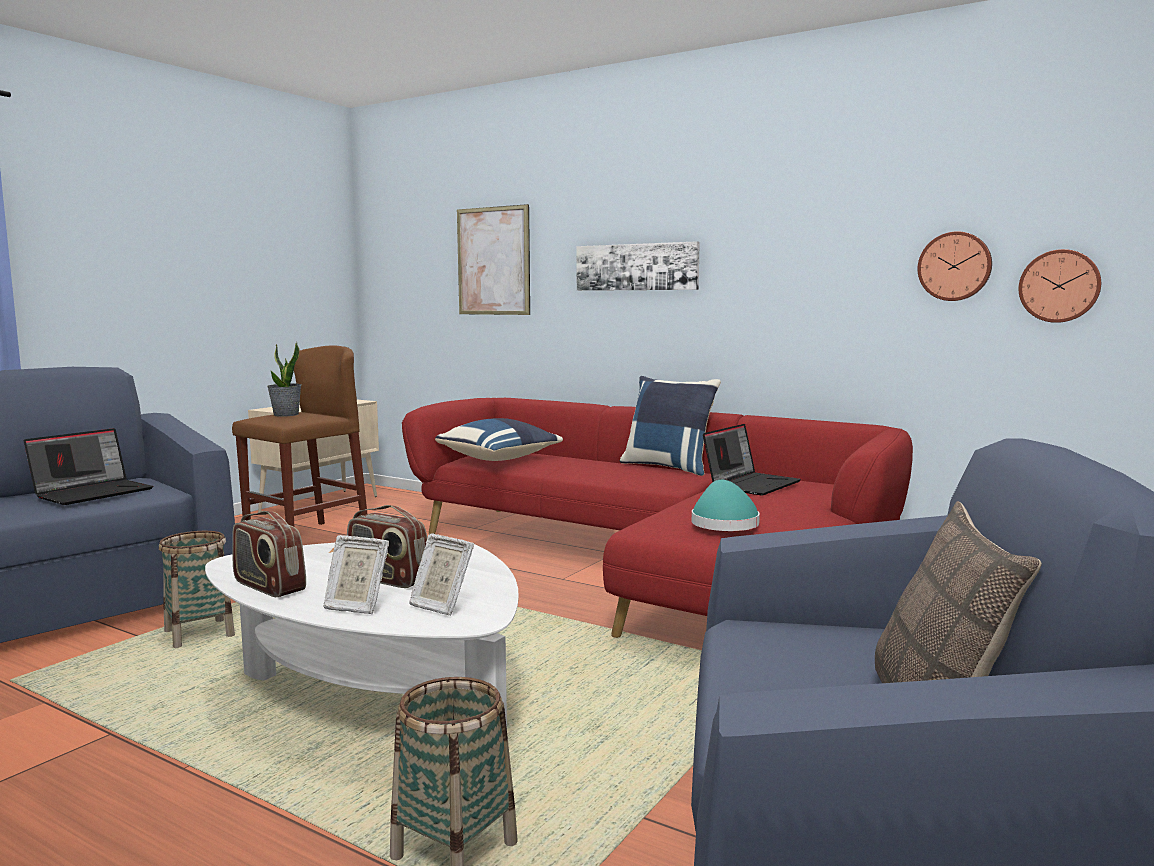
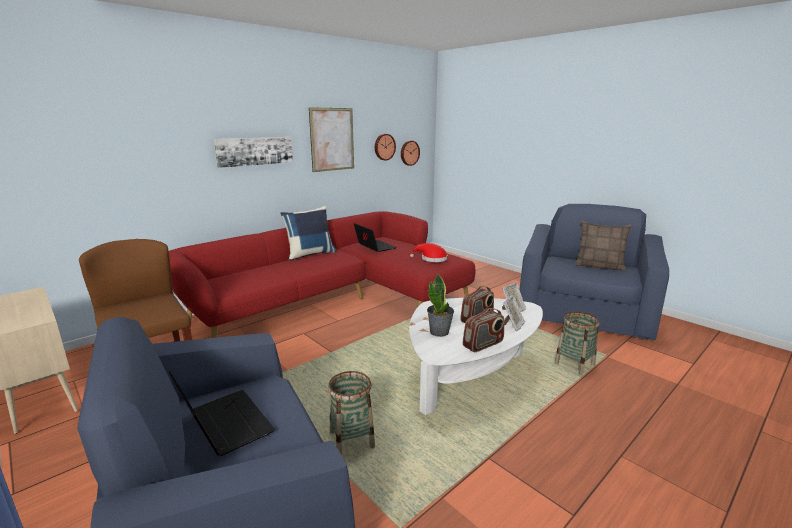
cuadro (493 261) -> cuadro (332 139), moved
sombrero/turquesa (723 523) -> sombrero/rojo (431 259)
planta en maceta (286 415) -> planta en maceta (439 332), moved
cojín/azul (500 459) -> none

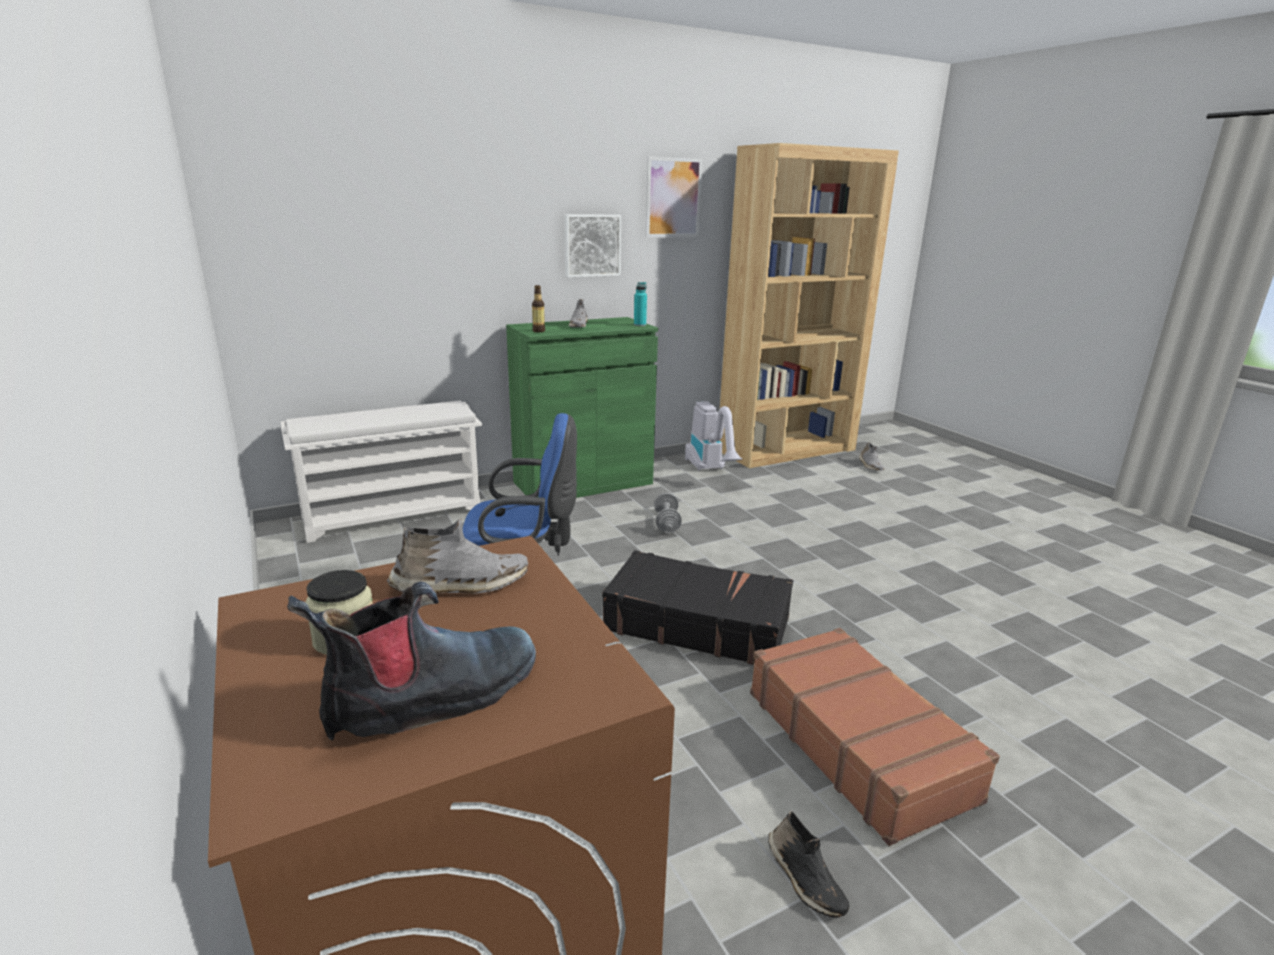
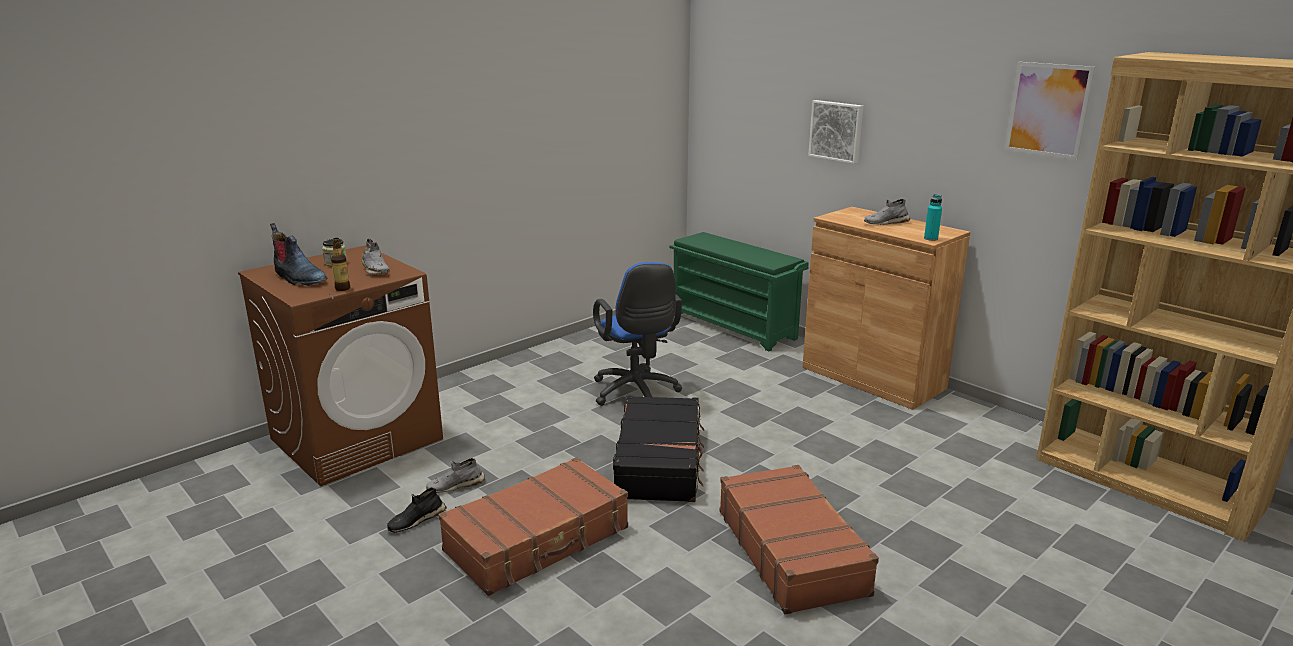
botella (538 331) -> botella (343 288), moved
zapato/gris (870 466) -> zapato/gris (455 486), moved
zapatero/blanco (394 514) -> zapatero/verde (734 326)
none -> maleta/marrón (792 551)
armario/verde (583 483) -> armario/marrón (872 378)
cuadro (591 245) -> cuadro (837 131), moved
mancuerna/gris (666 523) -> none
aspiradora (711 470) -> none

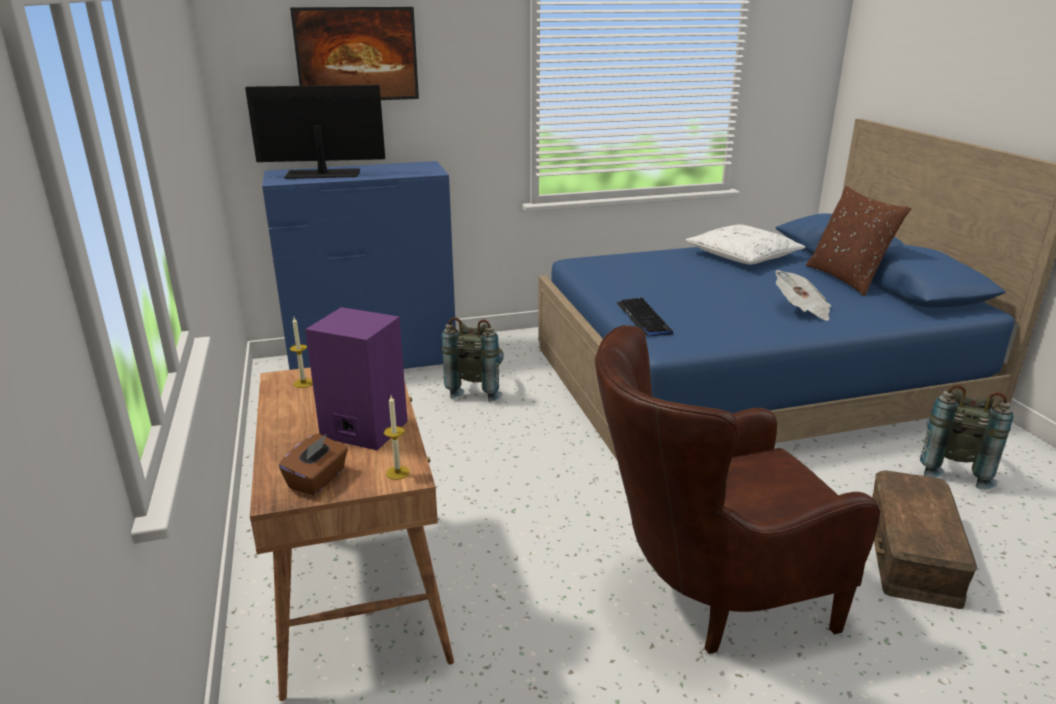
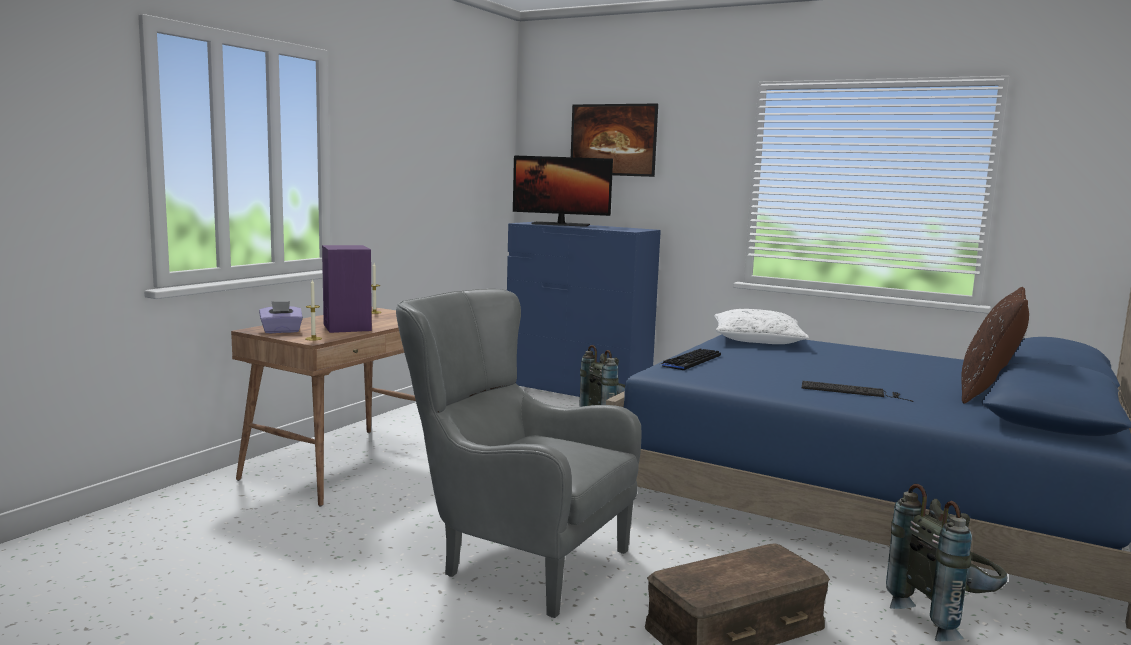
caja de pañuelos/marrón (317 480) -> caja de pañuelos/morado (281 331)
sillón/marrón (708 596) -> sillón/gris (512 558)
monitor (323 174) -> monitor (560 224), 150 degrees clockwise
cojín/blanco (742 256) -> cojín/blanco (757 339), moved
periódico (801 310) -> teclado (853 391)

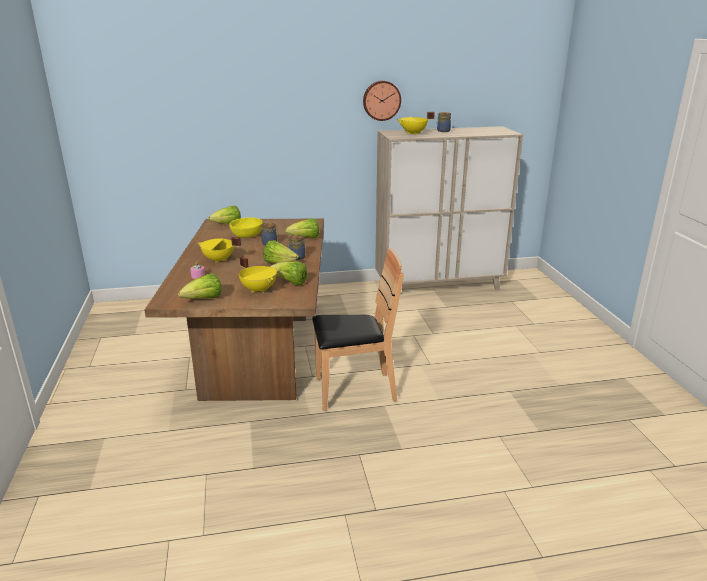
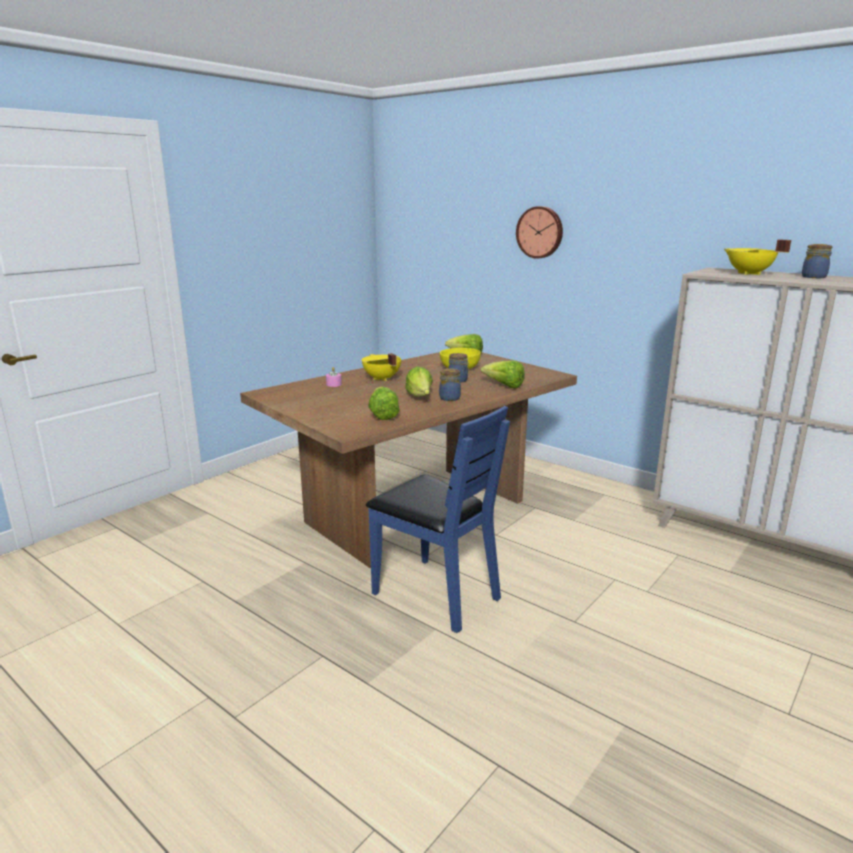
silla/marrón (354 390) -> silla/azul (436 594)
reloj de pared (381 100) -> reloj de pared (540 232), moved
lechuga (204 299) -> none
olla/amarillo (259 289) -> none

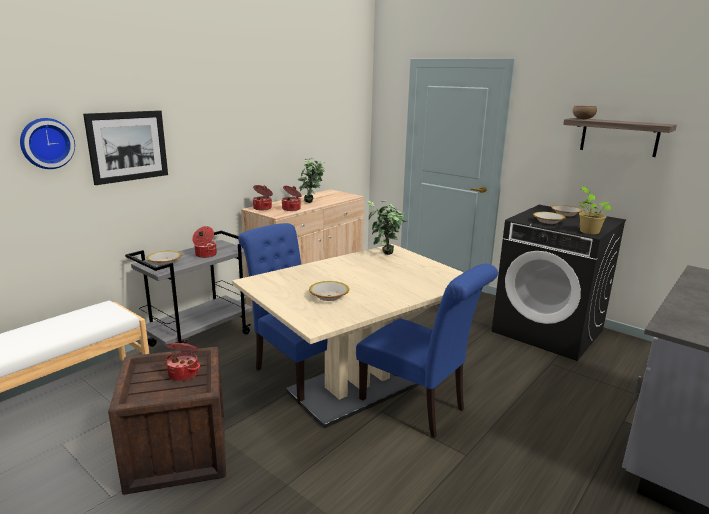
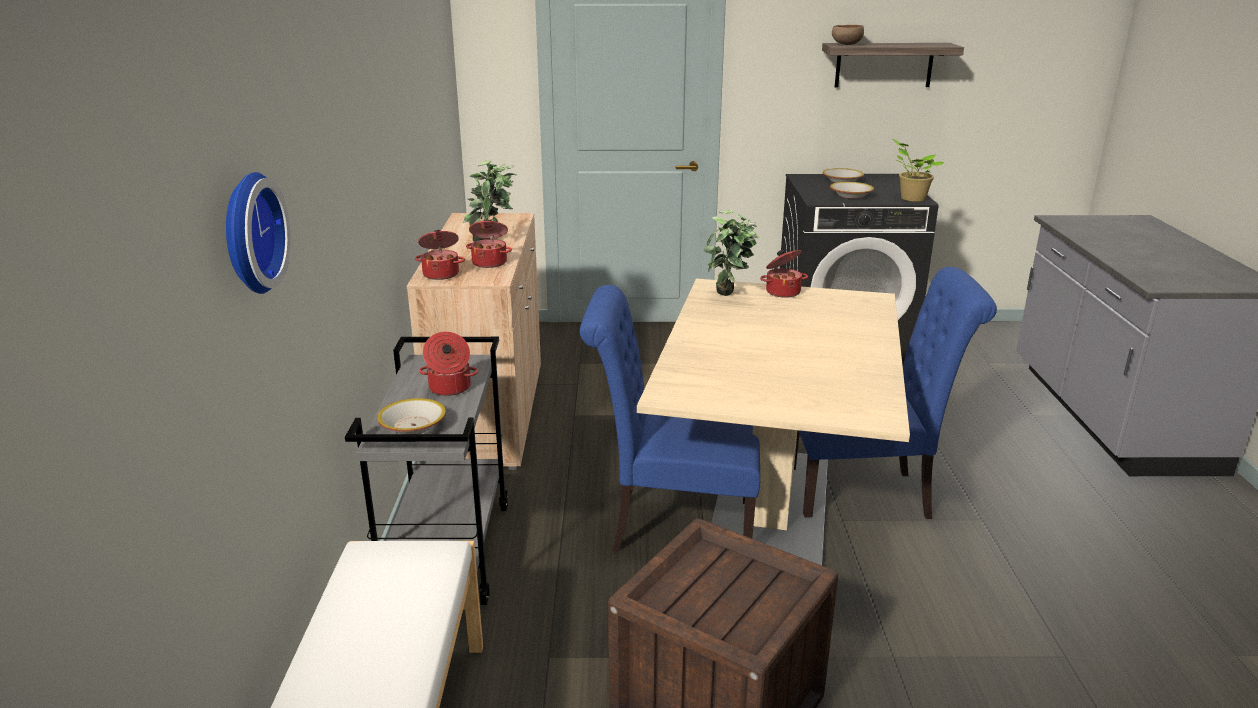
olla (184 373) -> olla (782 291), moved
cuadro (128 146) -> none
cuenco (329 296) -> none

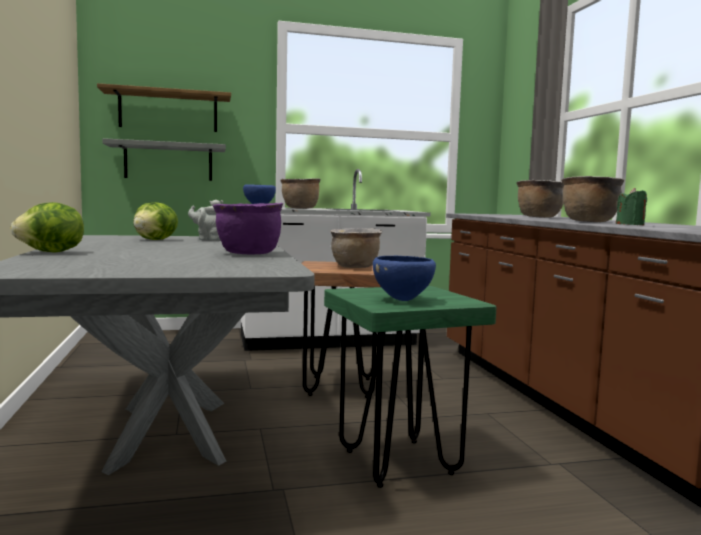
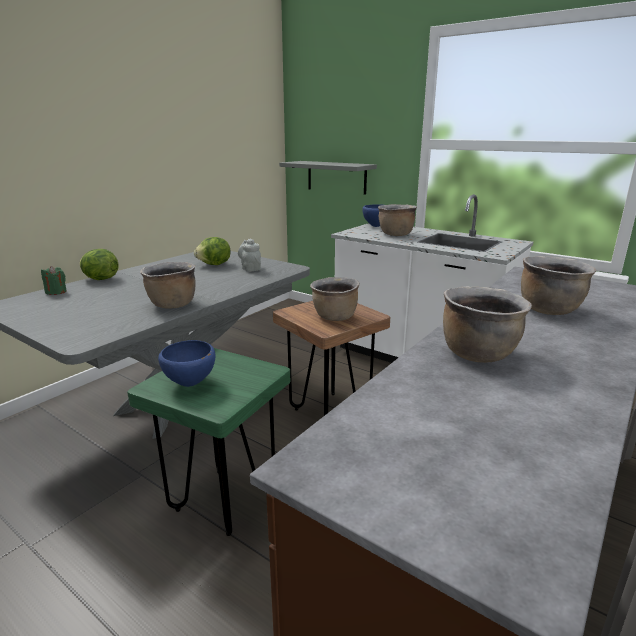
vela/verde (630 225) -> vela/verde (56 292), moved
olla/morado (248 254) -> olla/marrón (172 304)
estante (168 112) -> none

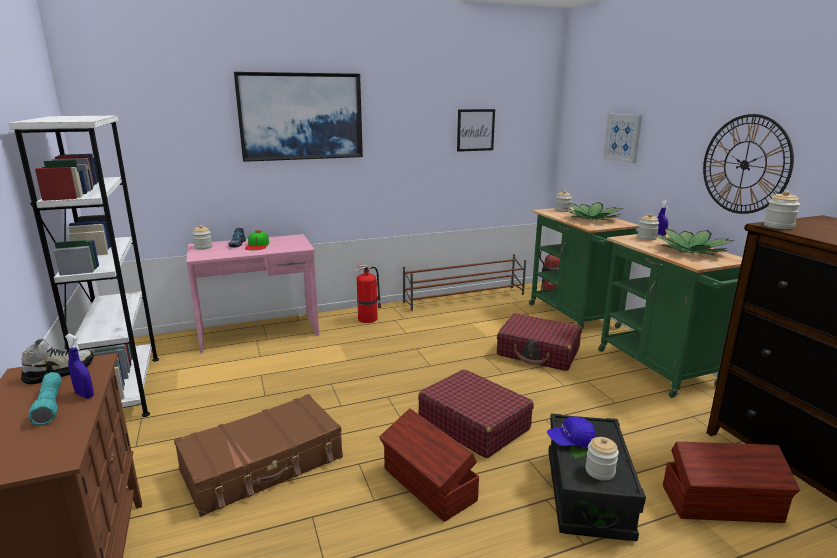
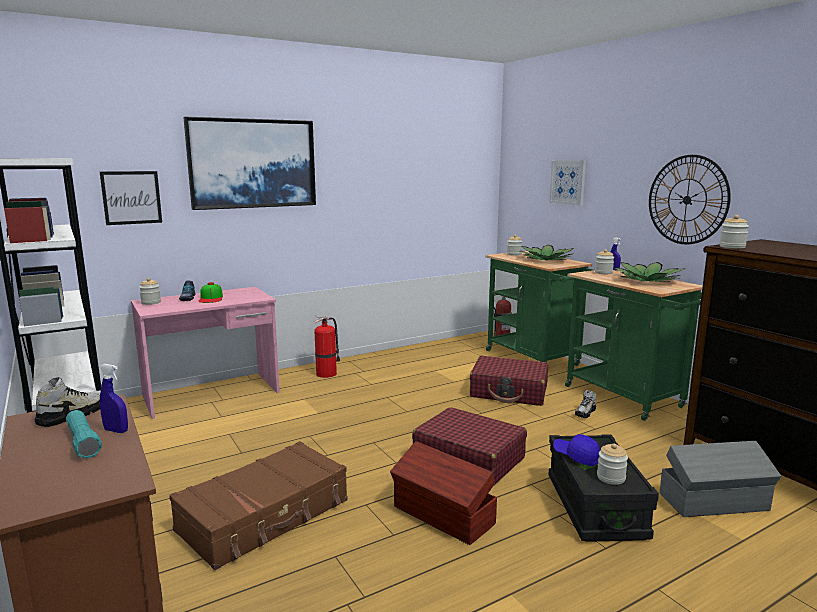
cuadro (475 130) -> cuadro (131 197), moved
gorra/azul (571 441) -> gorra/azul (576 456), 60 degrees clockwise
none -> zapato (585 413)
caja de almacenaje/marrón (722 505) -> caja de almacenaje/gris (715 502)
zapatero/marrón (465 298) -> none

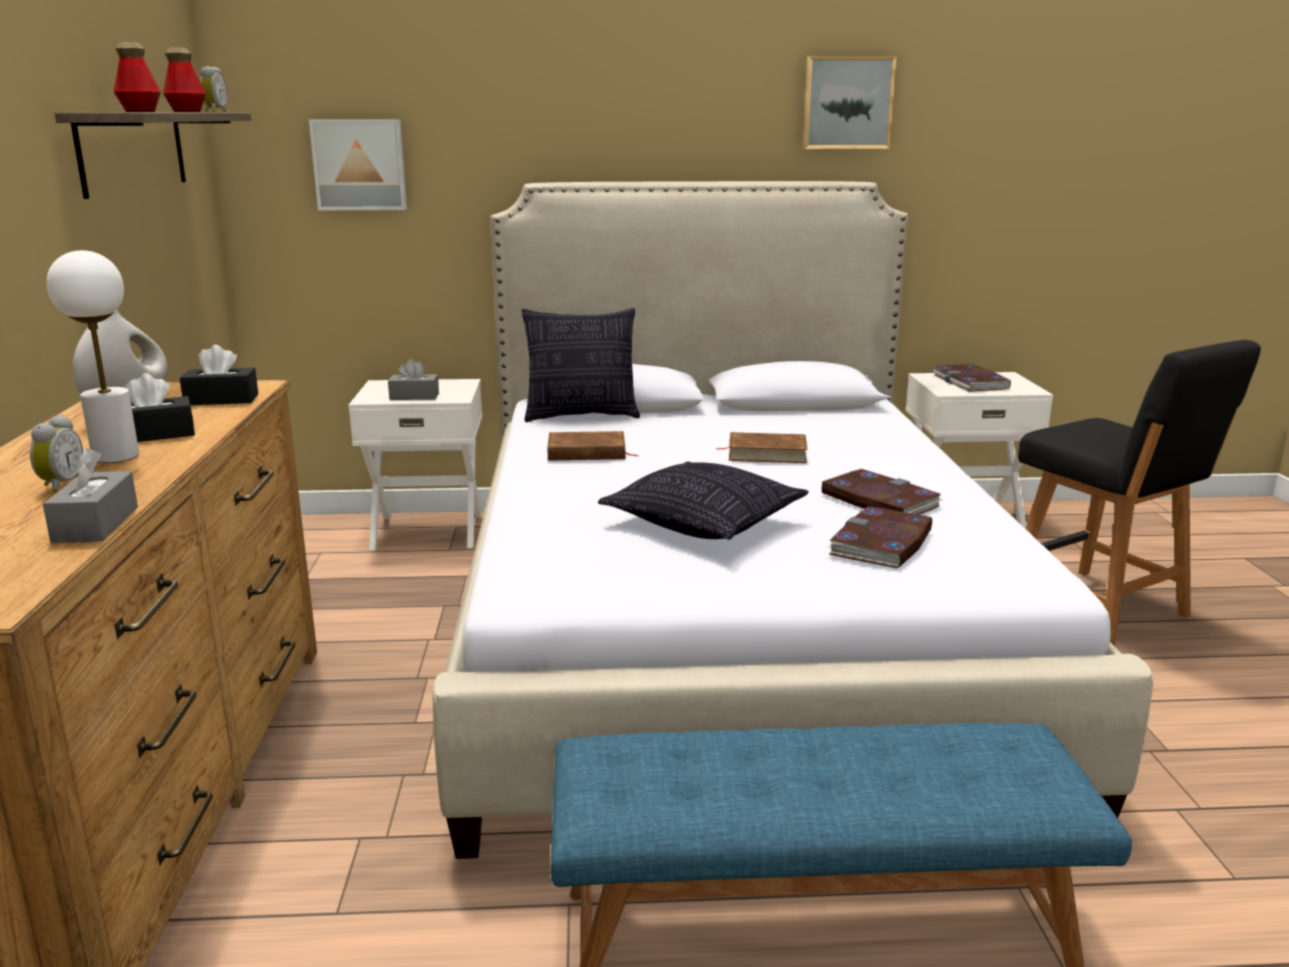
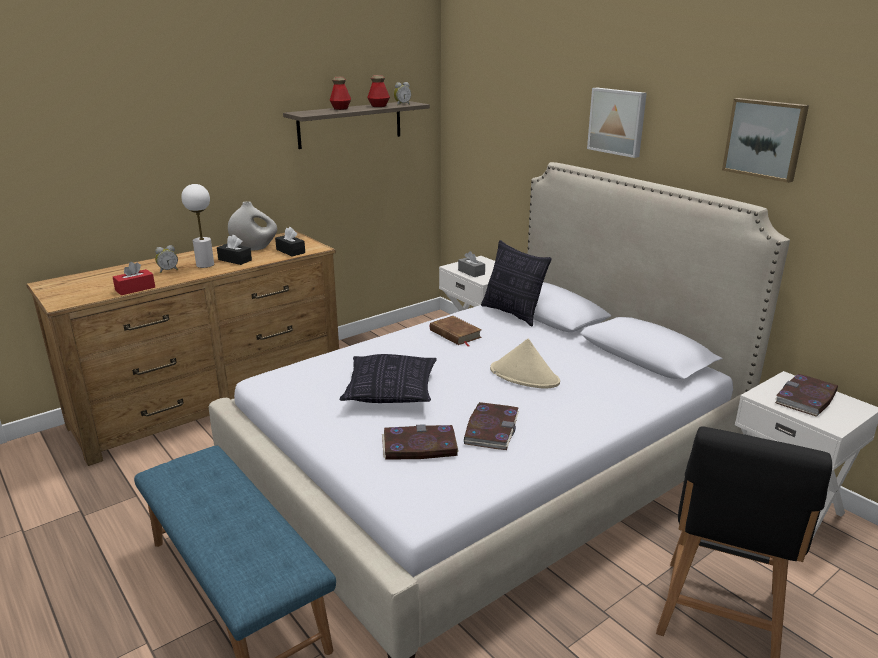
caja de pañuelos/gris (96 524) -> caja de pañuelos/rojo (135 289)
libro/marrón (766 453) -> sombrero/beis (524 376)
cuadro (360 164) -> cuadro (617 121), moved

